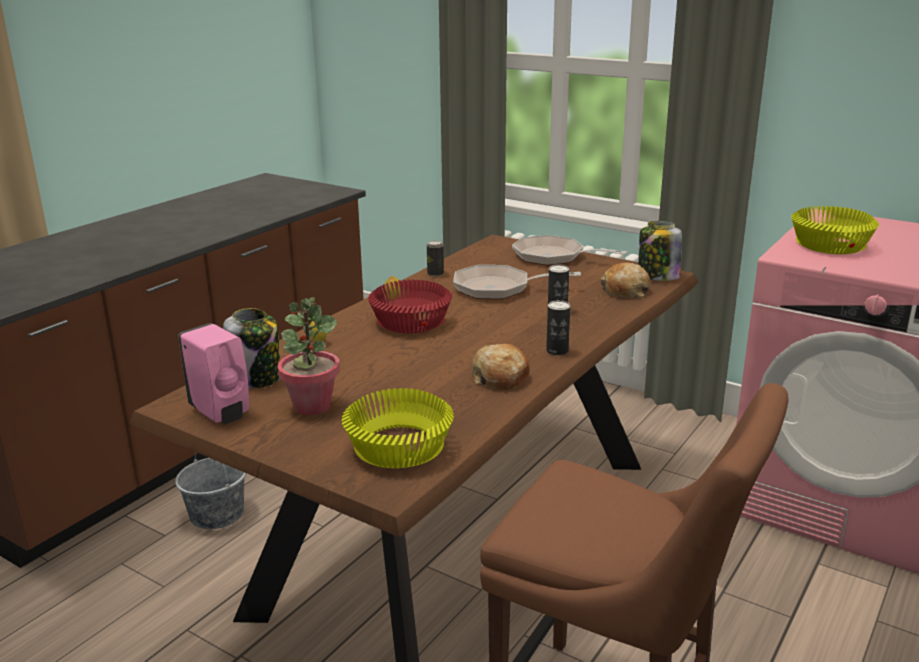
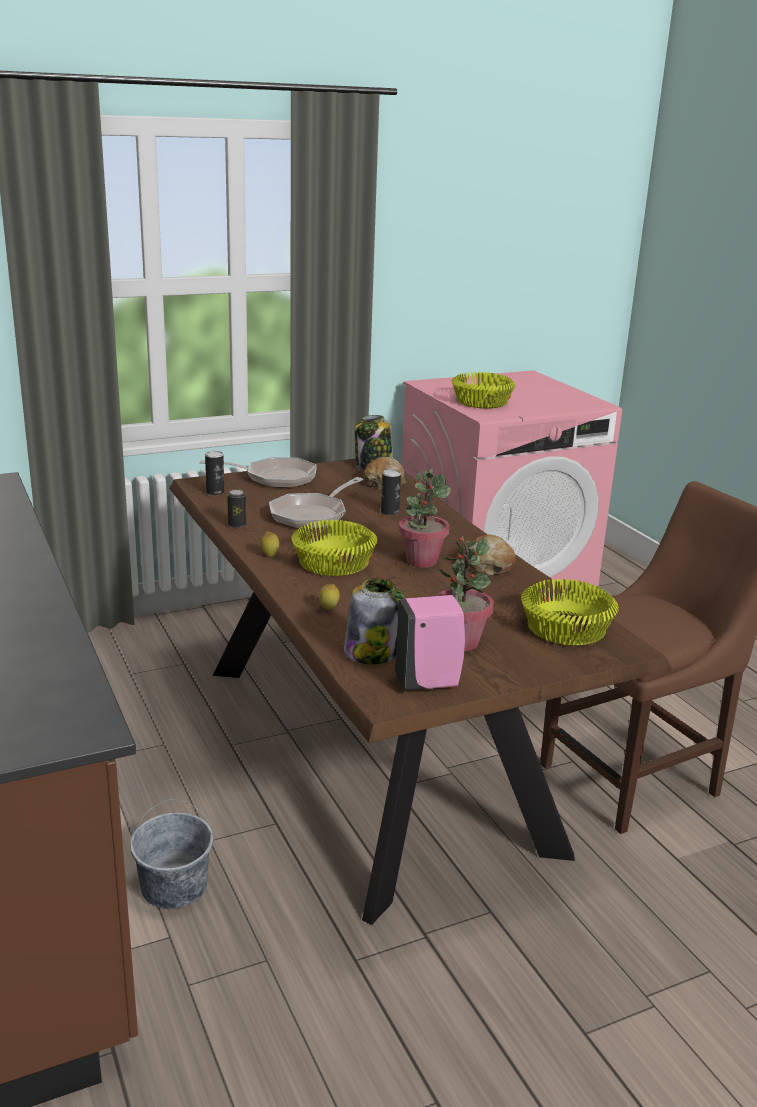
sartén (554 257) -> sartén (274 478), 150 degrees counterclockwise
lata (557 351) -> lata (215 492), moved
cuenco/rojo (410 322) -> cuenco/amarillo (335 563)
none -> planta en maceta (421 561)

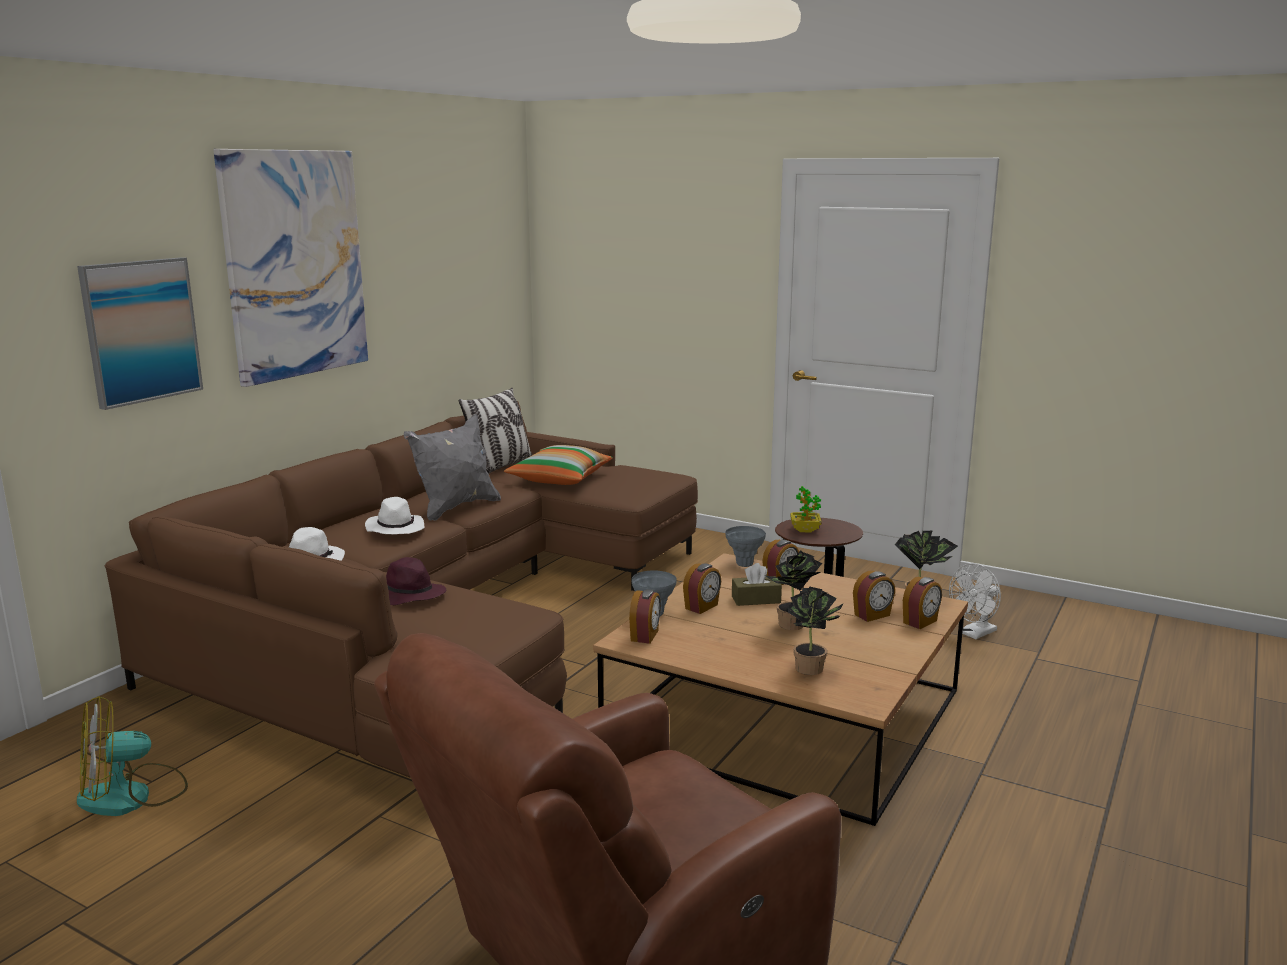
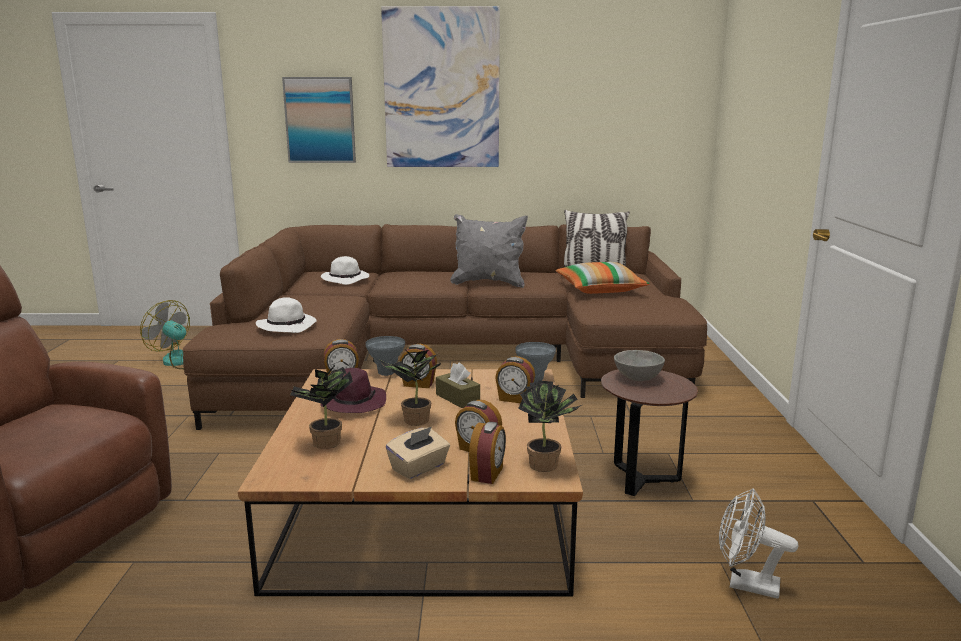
sombrero/blanco (395 528) -> sombrero/blanco (287 326), moved
sombrero/morado (407 595) -> sombrero/morado (352 403), moved
none -> caja de pañuelos/beis (419 468)
despertador (920 622) -> despertador (488 474), 90 degrees counterclockwise
planta en maceta (805 530) -> cuenco/gris (637 379)

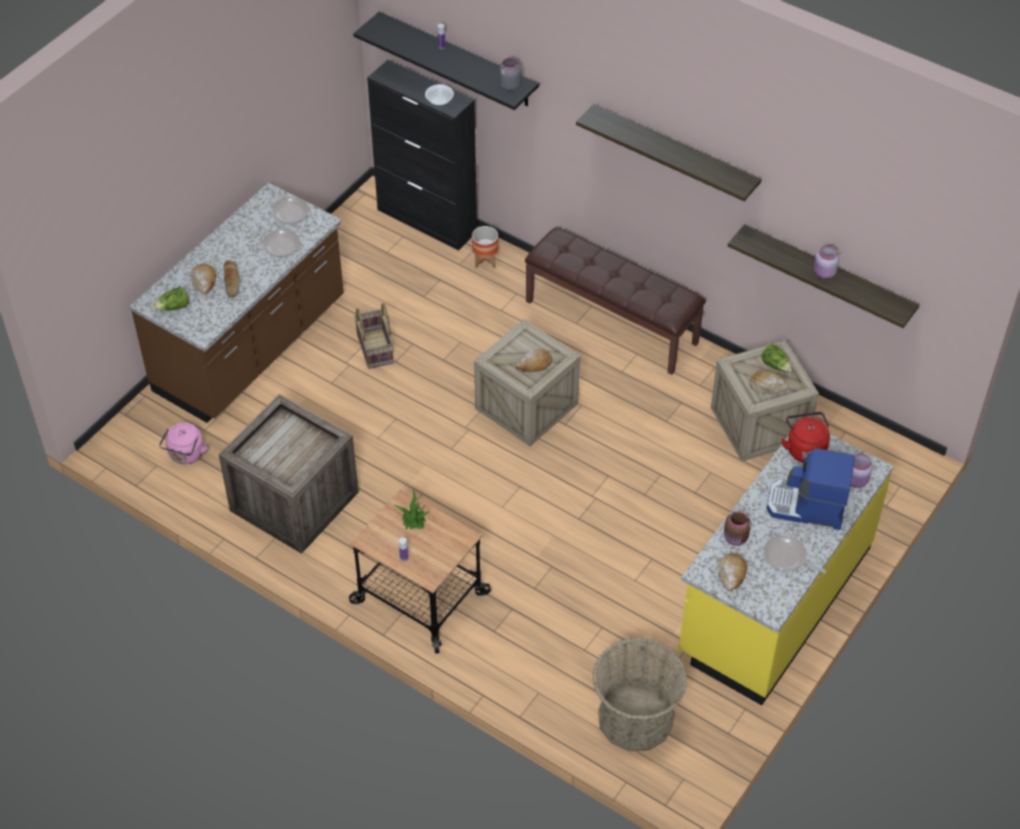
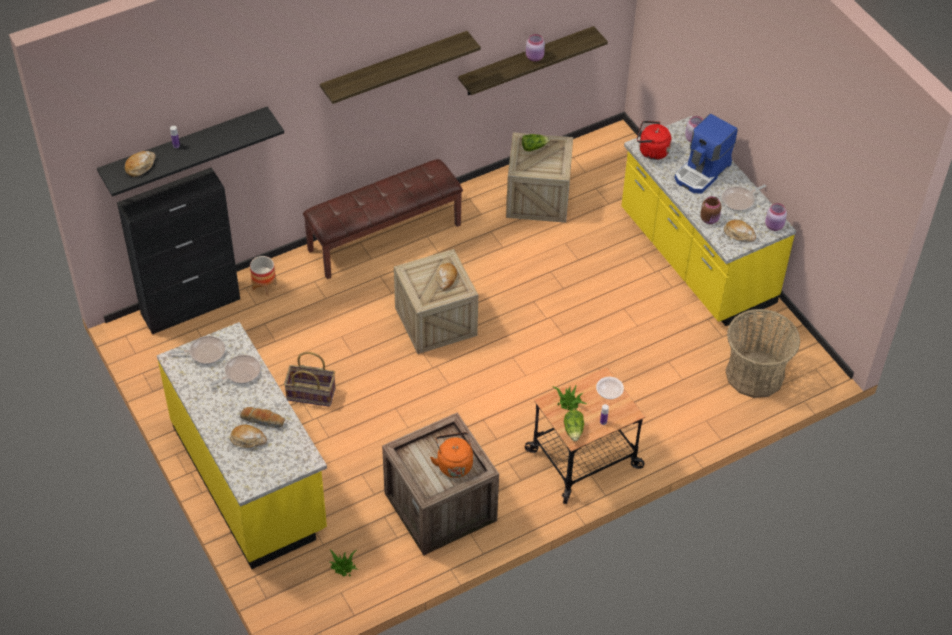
pan (767 386) -> pan (140 166), moved
mueble bajo de cocina/marrón (251 347) -> mueble bajo de cocina/amarillo (250 478)
hervidor/rosa (186 455) -> planta en maceta (343 567)
none -> hervidor/naranja (454 464)
lechuga (174 307) -> lechuga (574 430), moved
cuenco (439 100) -> cuenco (609 392), moved
none -> tarro/rosa (774 226)
tarro/gris (509 86) -> none

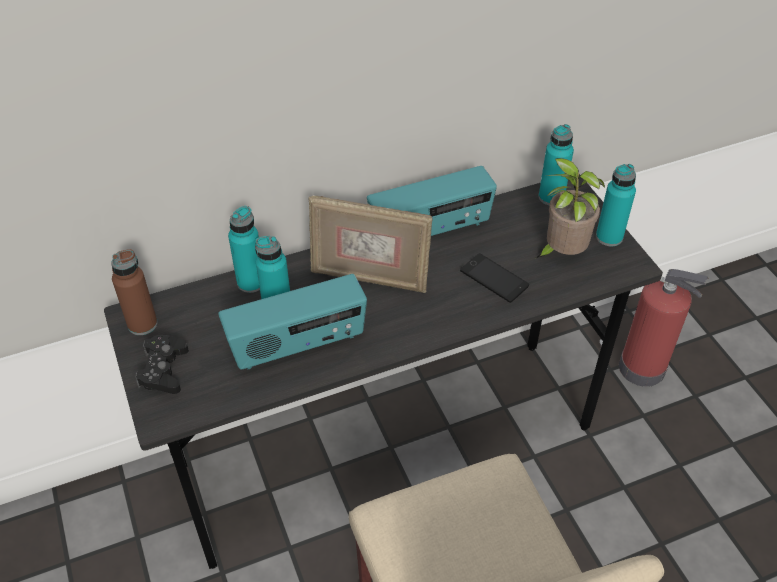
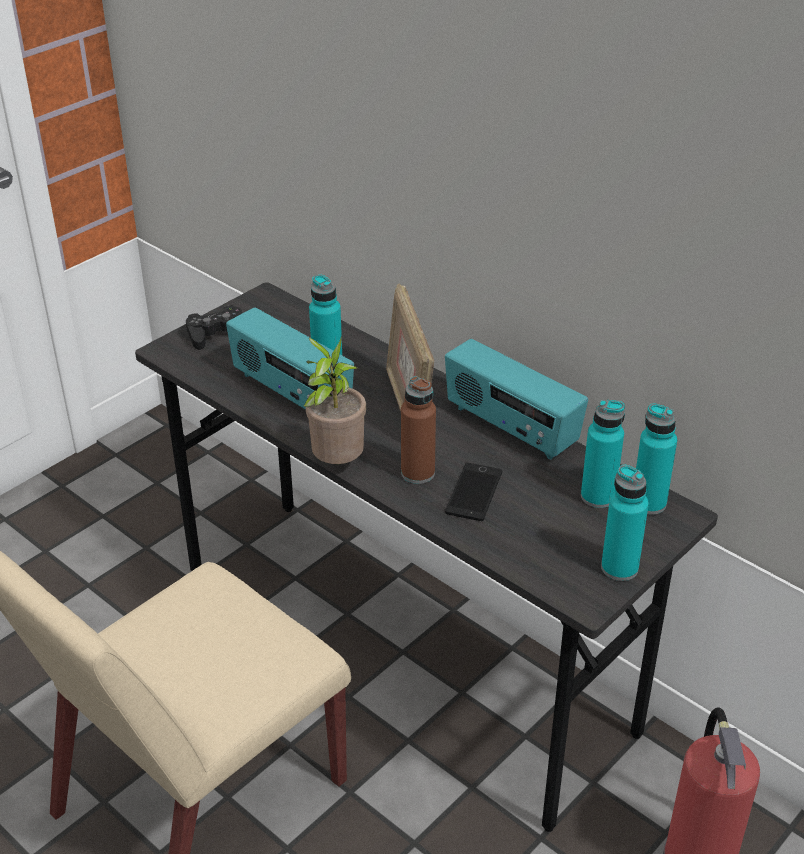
planta en maceta (561 253) -> planta en maceta (336 463), moved
botella/marrón (142 324) -> botella/marrón (418 473), moved
botella/turquesa (251 282) -> botella/turquesa (598 497), moved

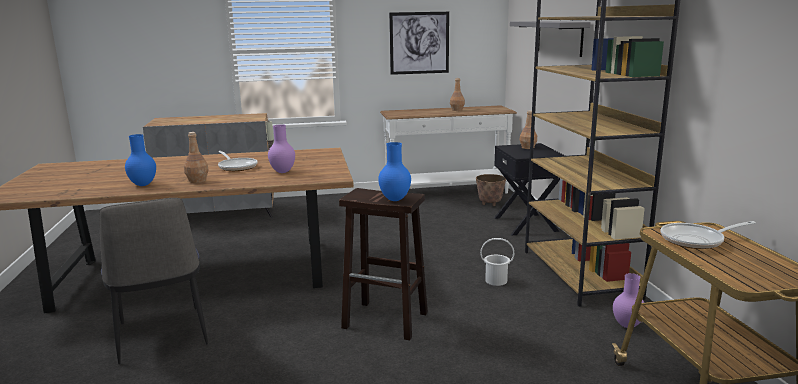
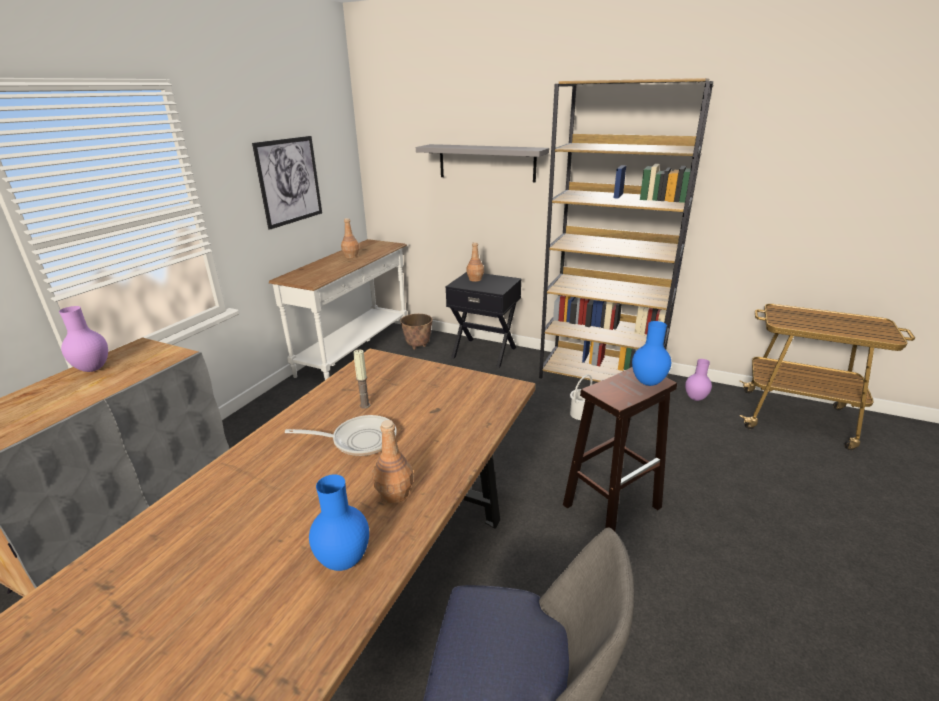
florero/morado (283 172) -> florero/morado (94 369), moved
sartén (696 240) -> none

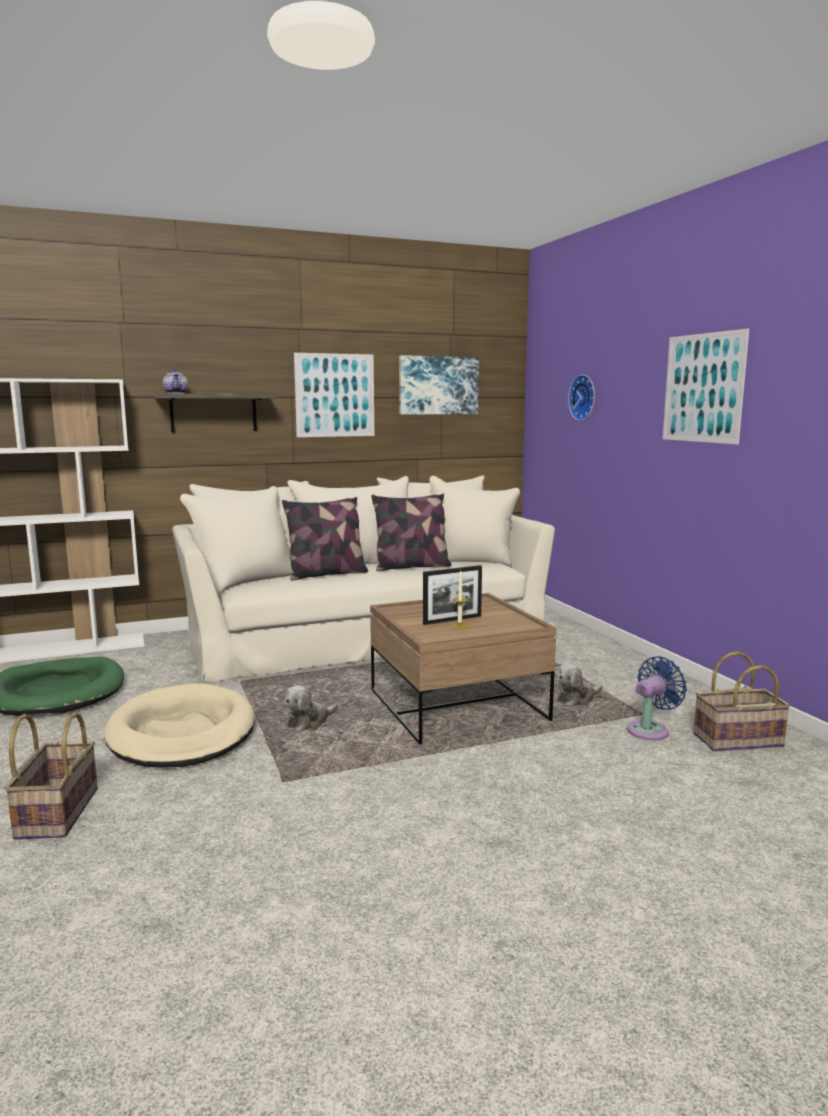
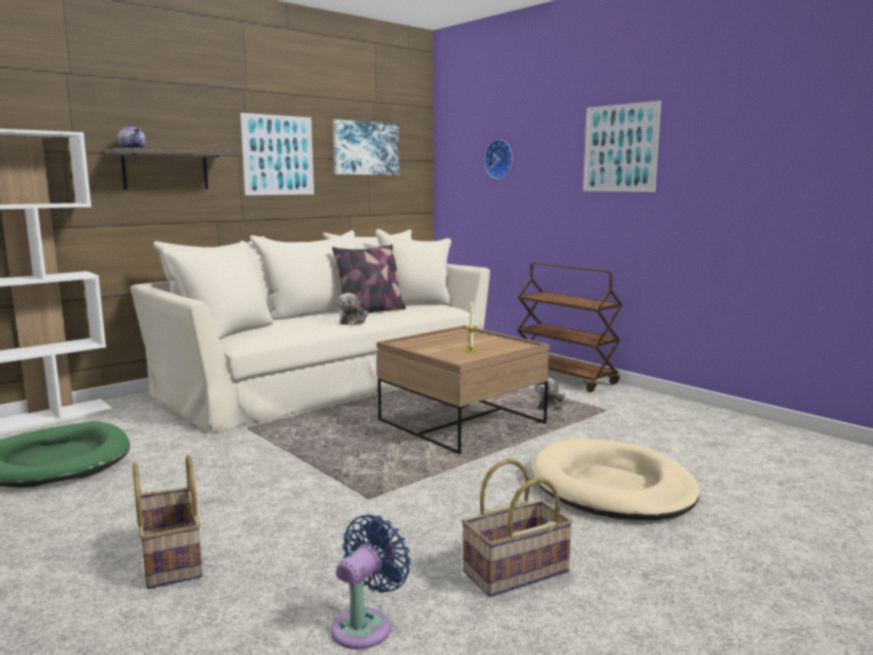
ventilador/azul (650 730) -> ventilador/azul (365 625), moved
peluche (309 722) -> peluche (353 321), moved
cesta (738 741) -> cesta (516 573), moved
none -> carrito/marrón (565 378)
cama para perro/beis (182 733) -> cama para perro/beis (612 487), moved
cojín (326 574) -> none
portarretratos (452 620) -> none

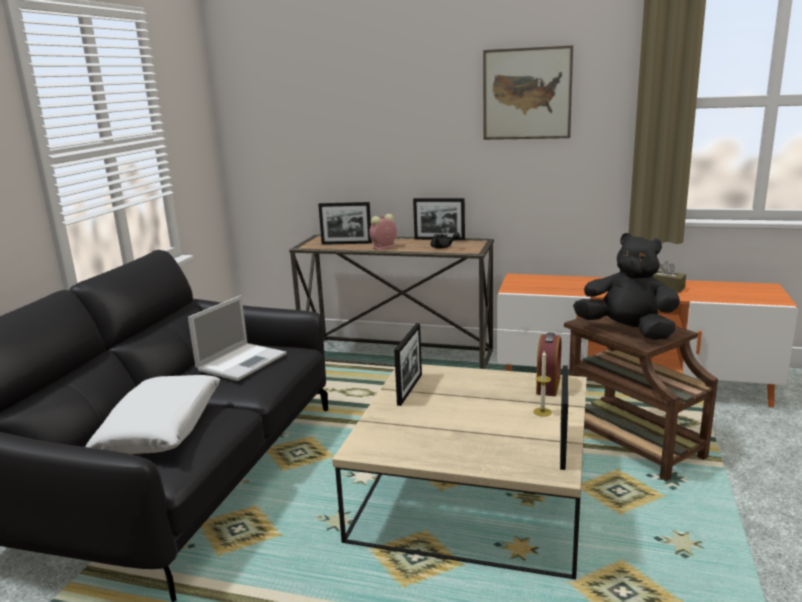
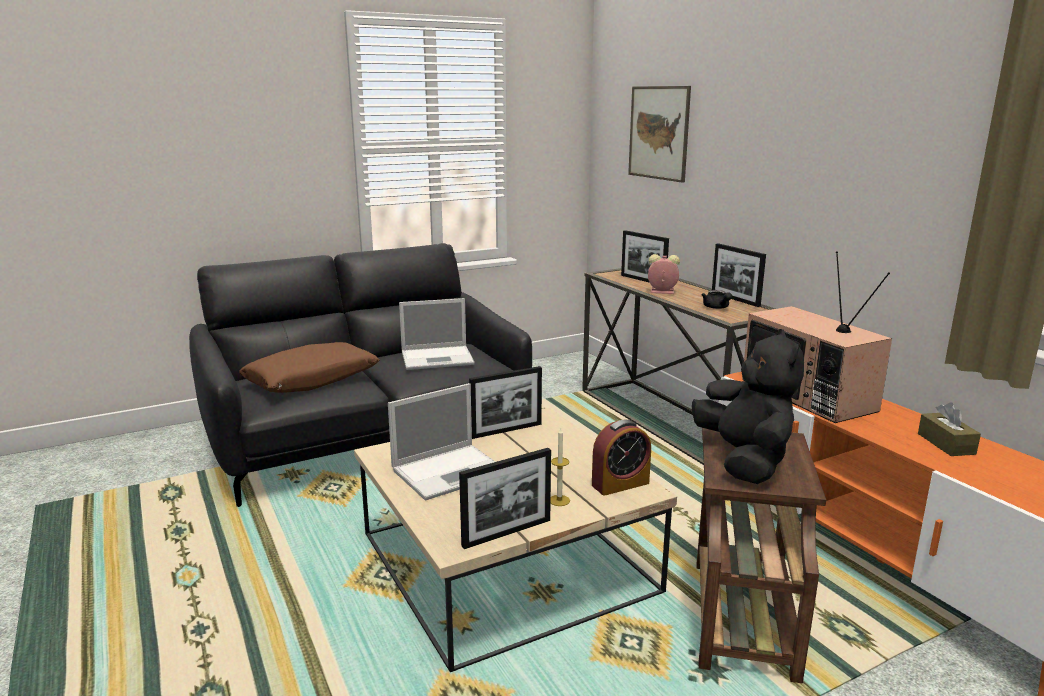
cojín/blanco (161 427) -> cojín/marrón (312 380)
none -> portátil (451 471)
cuadro (527 94) -> cuadro (658 133), moved
none -> televisor (810 395)

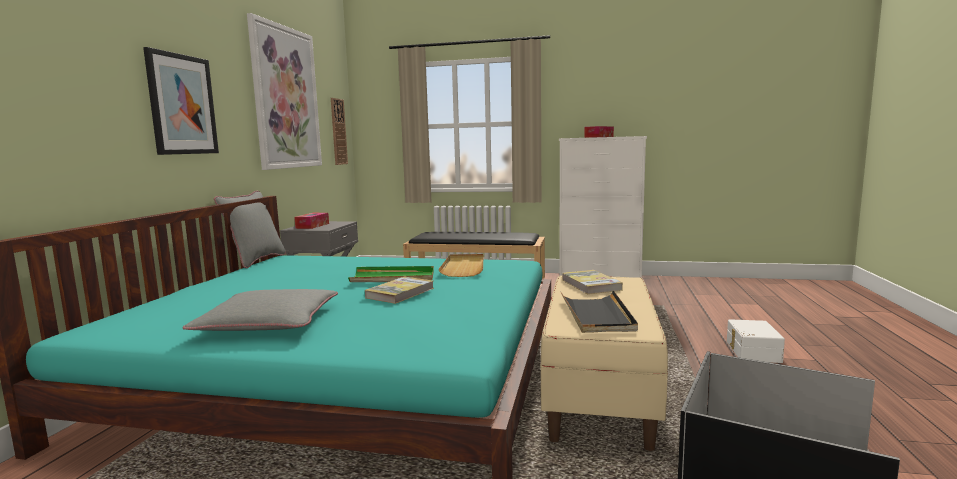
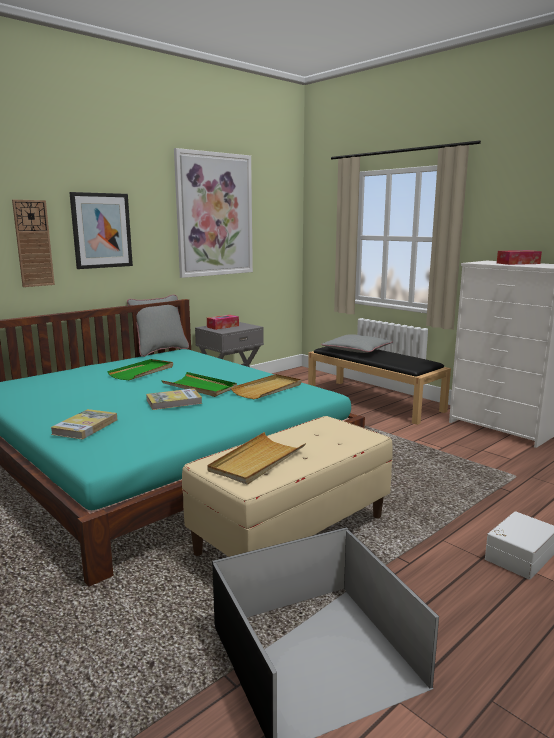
reloj de pared (338 131) -> reloj de pared (33 243), moved
libro (590 285) -> libro (85 427), moved
none -> bandeja/verde (142 372)
bandeja/negro (597 315) -> bandeja/beis (257 461)
cojín/gris (269 322) -> cojín/gris (357 350), moved

